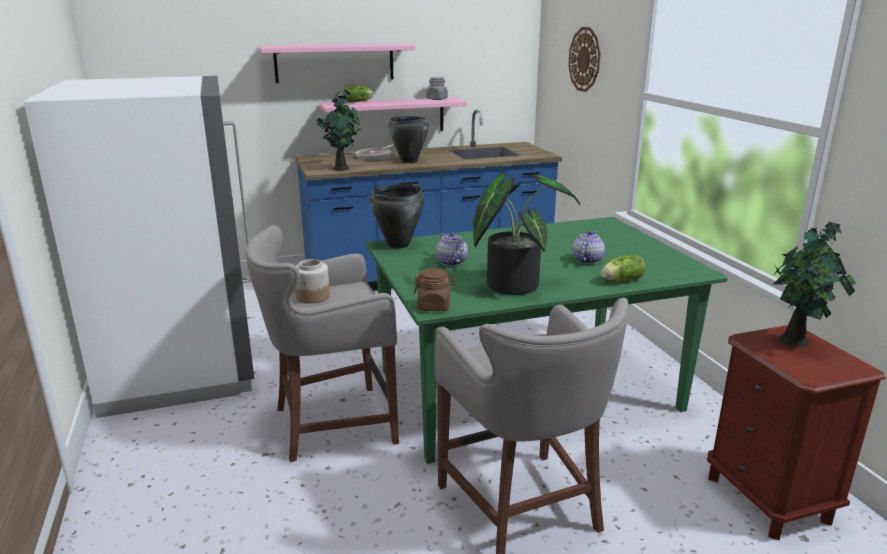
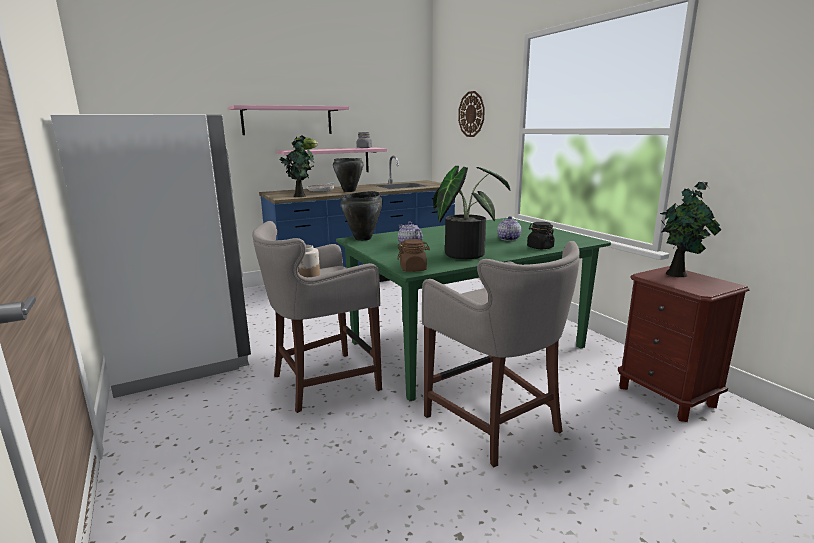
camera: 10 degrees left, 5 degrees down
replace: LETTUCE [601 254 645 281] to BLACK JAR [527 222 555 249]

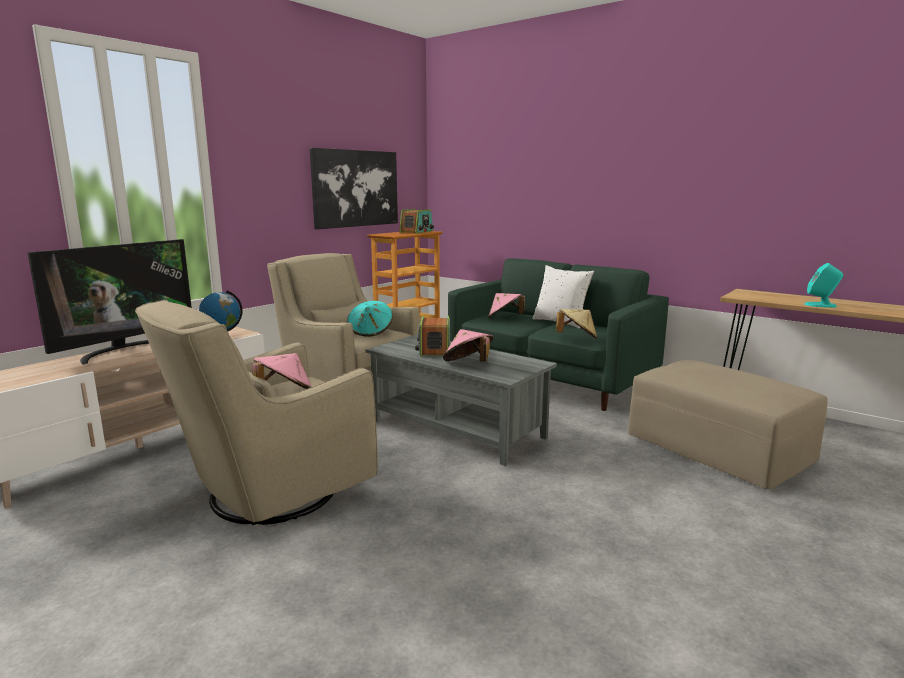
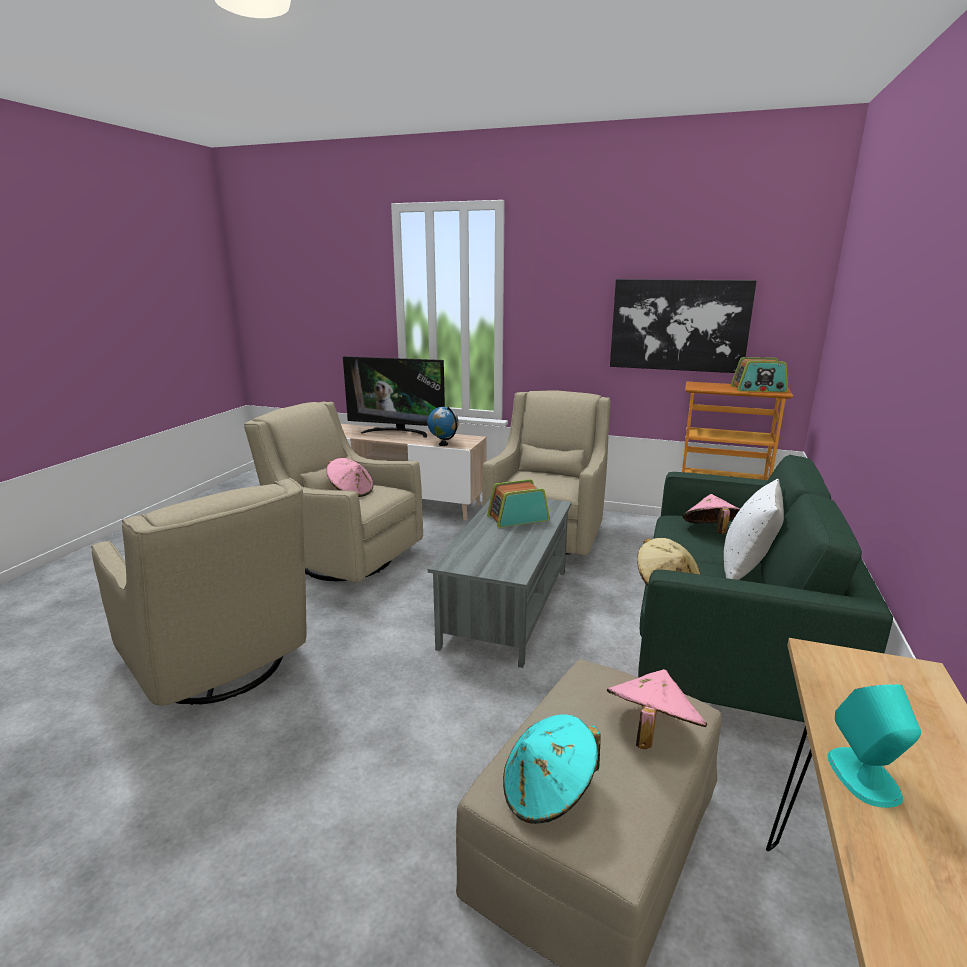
camera: 70 degrees right, 5 degrees up
insert: BEIGE ARMCHAIR [91 478 307 706]
move: TURQUOISE HAT [347 301 393 337] to [503 714 601 824]; PINK HAT [443 329 493 362] to [607 669 707 749]

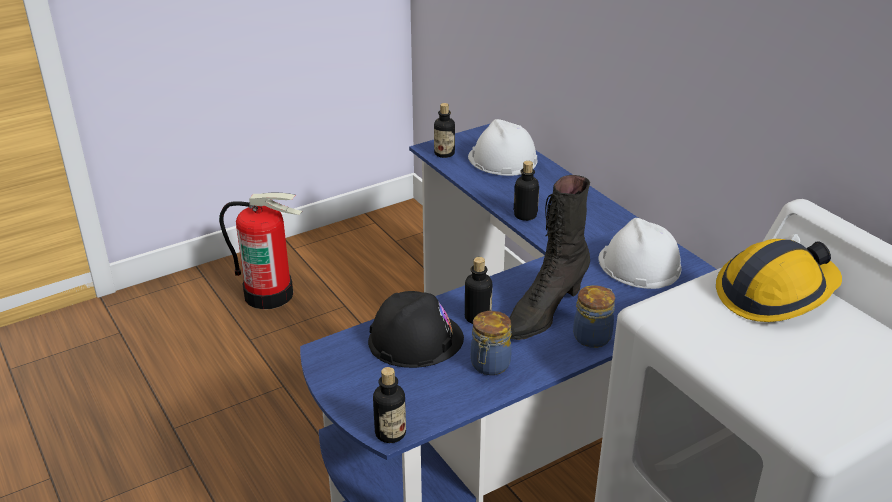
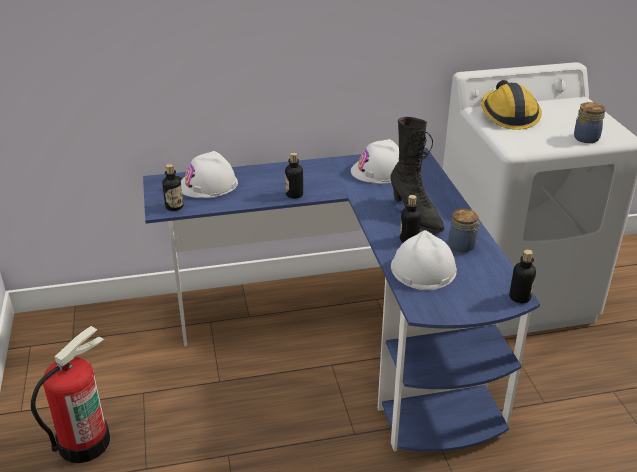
camera: 70 degrees left, 0 degrees up
move: JAR [573 285 615 348] to [574 102 606 143]
recolor: BLACK HARD HAT [368 291 464 368] to WHITE HARD HAT [391 230 457 290]

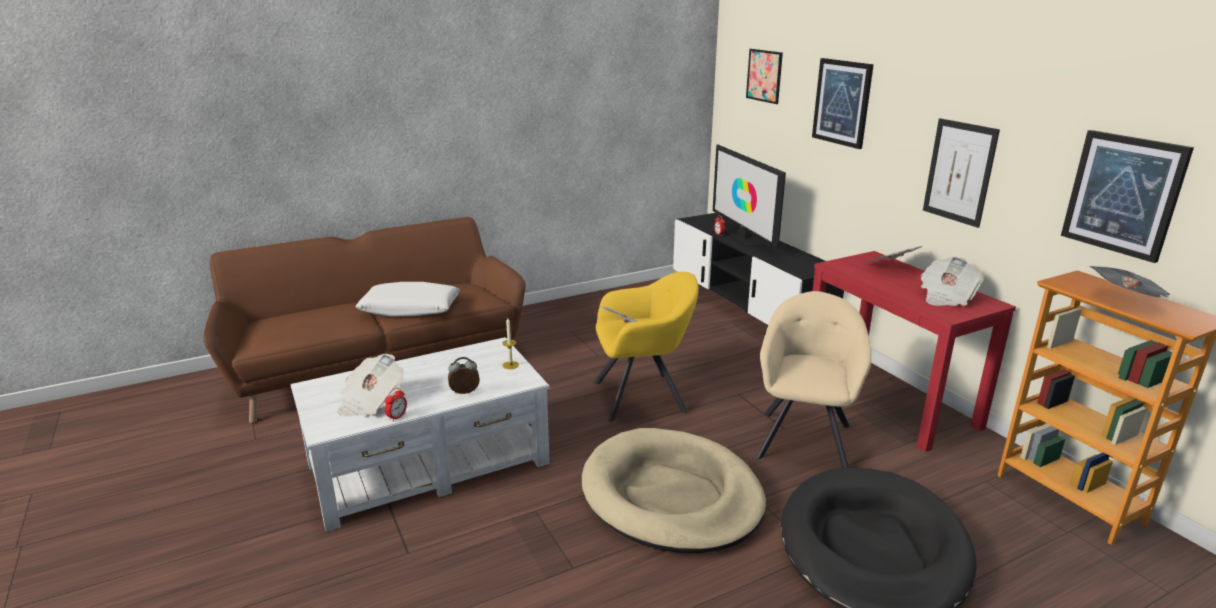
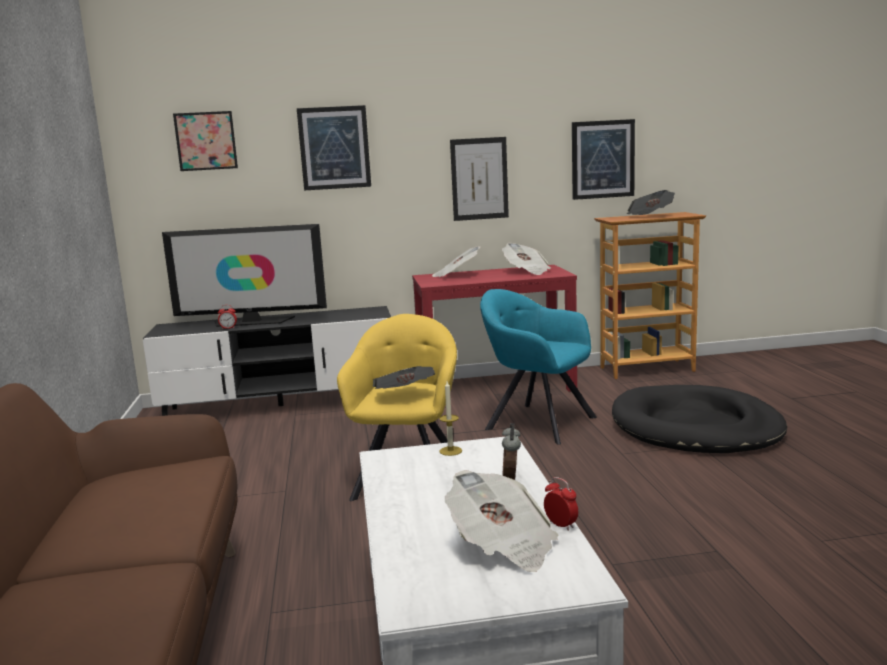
camera: 70 degrees left, 10 degrees down
delete: WHITE PILLOW [355 282 460 317]; BEIGE DOG BED [582 428 766 553]
recolor: BEIGE ARMCHAIR [756 291 871 468] to TURQUOISE ARMCHAIR [480 289 597 445]

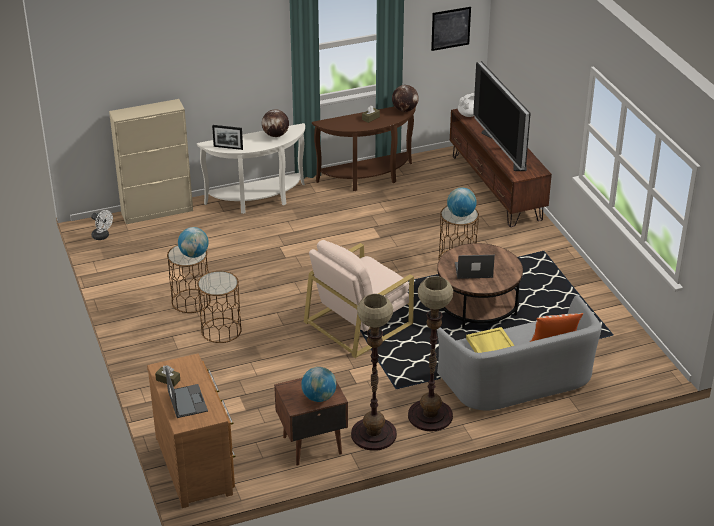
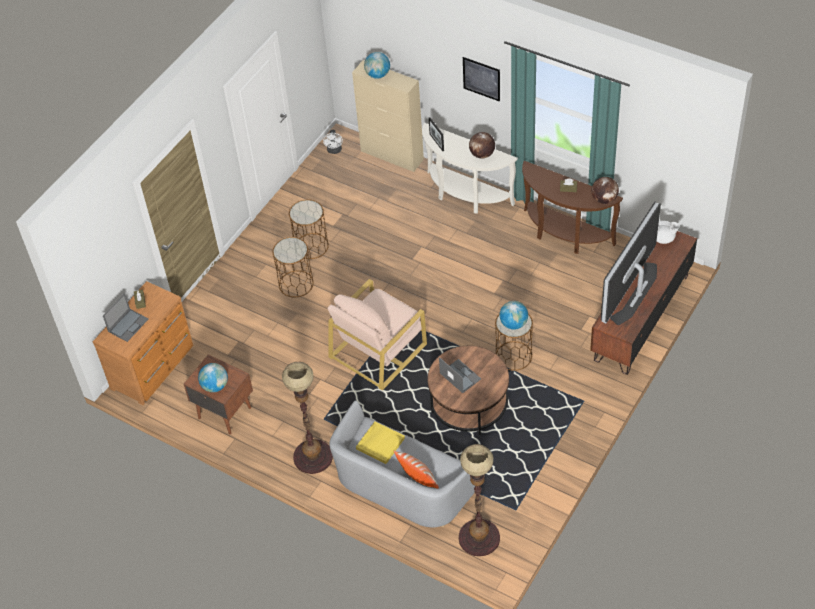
camera: 55 degrees right, 15 degrees up
move: GLOBE [178 227 209 258] to [364 52 390 79]; FLOOR LAMP [351 294 397 451] to [459 444 500 556]; PICTURE [431 7 471 51] to [463 57 500 102]
rotate: BEIGE ARMCHAIR [304 240 414 358] = [328 279 427 391] 60 degrees counterclockwise

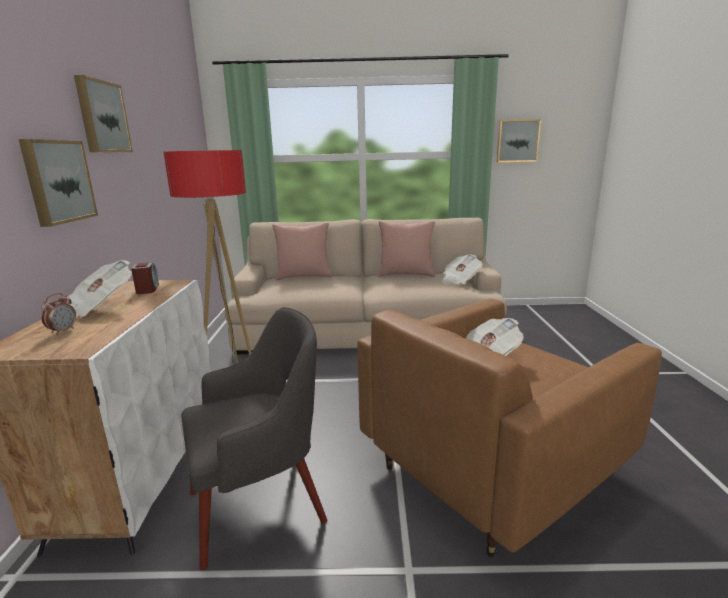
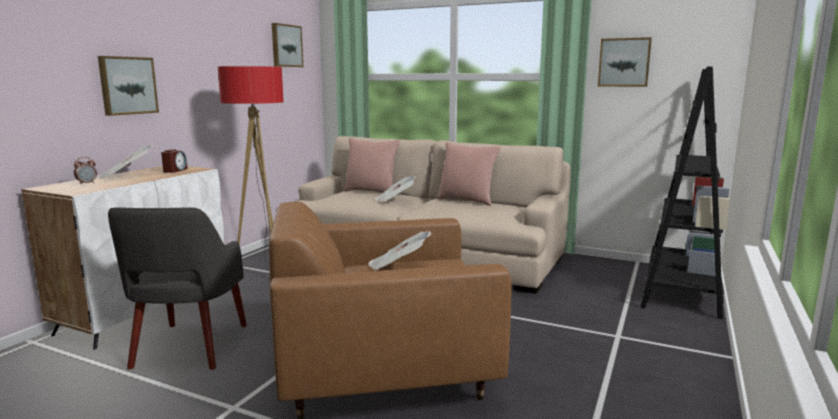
camera: 25 degrees right, 5 degrees down
insert: BLACK BOOKCASE [641 66 730 319]
move: PICTURE [74 75 133 152] to [272 23 303 67]; NEWSPAPER [442 254 482 284] to [374 176 416 202]
rotate: GREY ARMCHAIR [181 307 327 570] = [108 207 247 370] 90 degrees clockwise

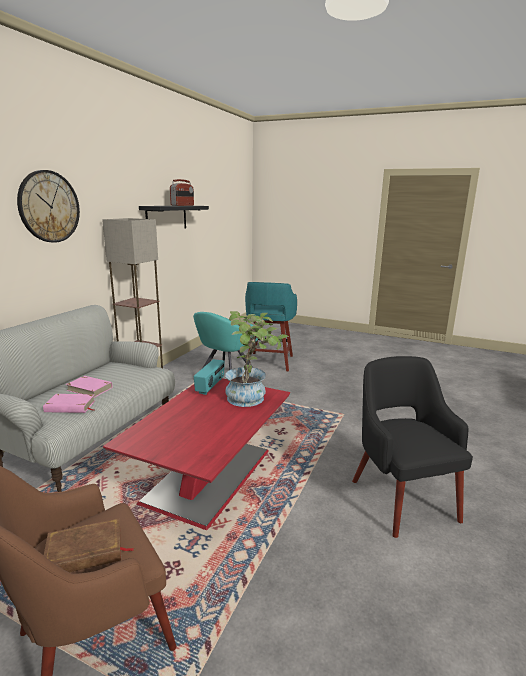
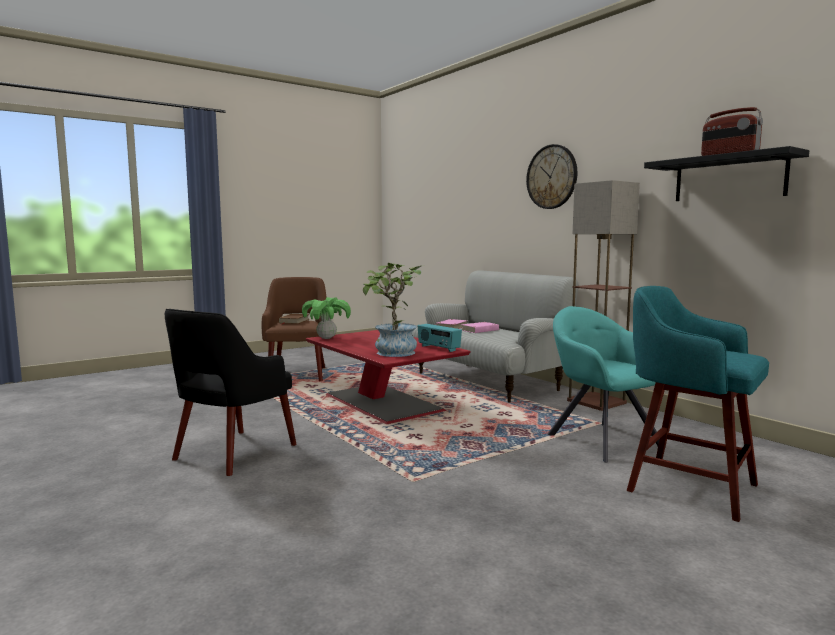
camera: 120 degrees right, 10 degrees down
insert: POTTED PLANT [302 297 351 339]
rotate: BLACK ARMCHAIR [352 356 473 538] = [165 309 297 476] 105 degrees clockwise

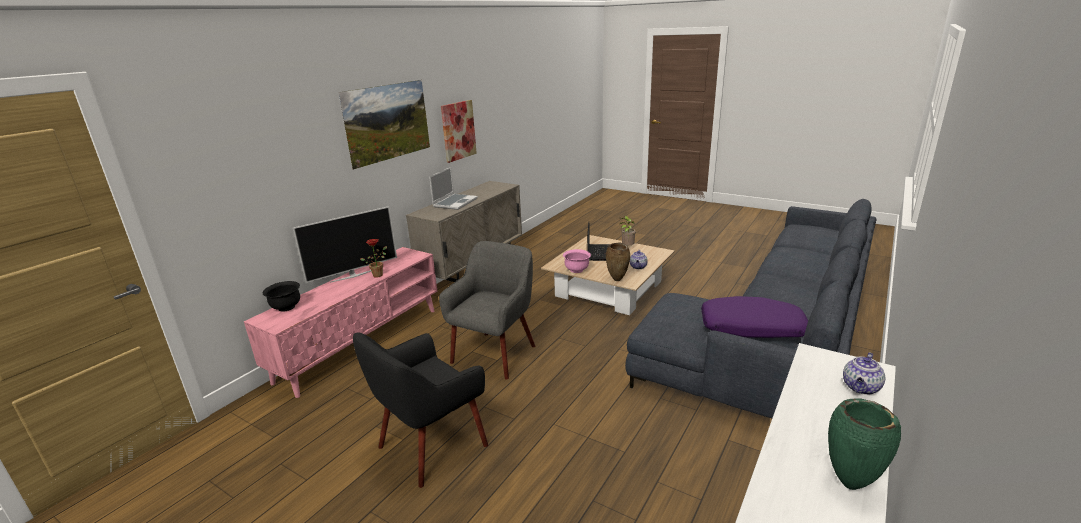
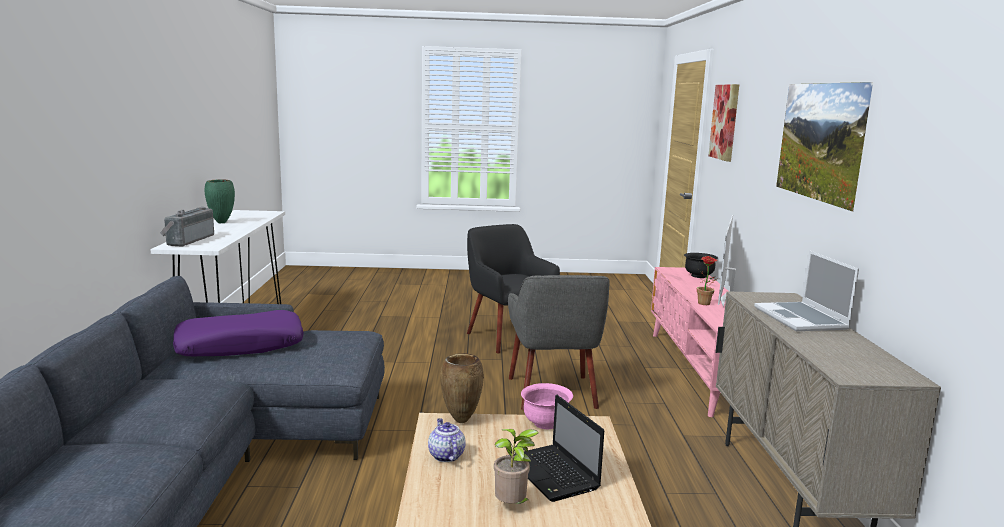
camera: 145 degrees right, 10 degrees down
move: PICTURE [441 100 477 163] to [708 84 739 162]
replace: TEAPOT [843 352 885 395] to RADIO [160 207 214 247]
rotate: BLACK ARMCHAIR [353 332 488 488] = [467 224 560 354] 45 degrees counterclockwise

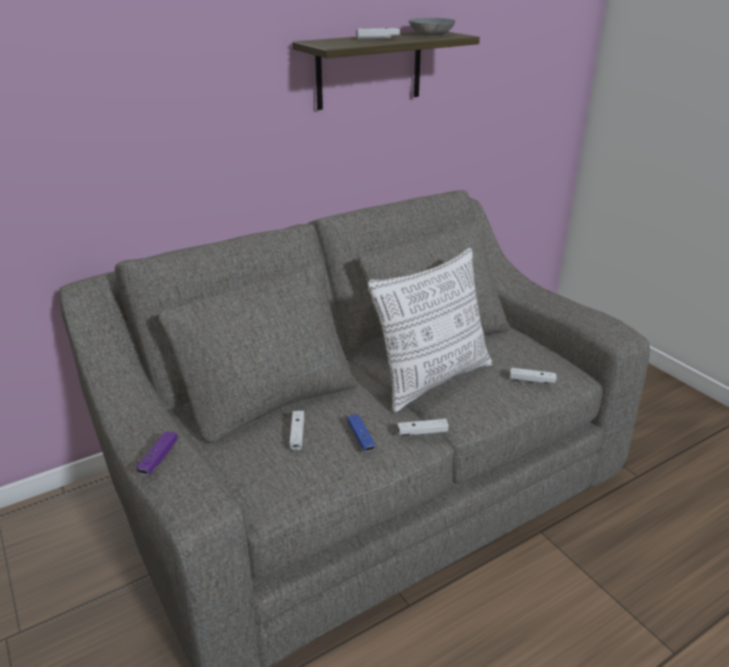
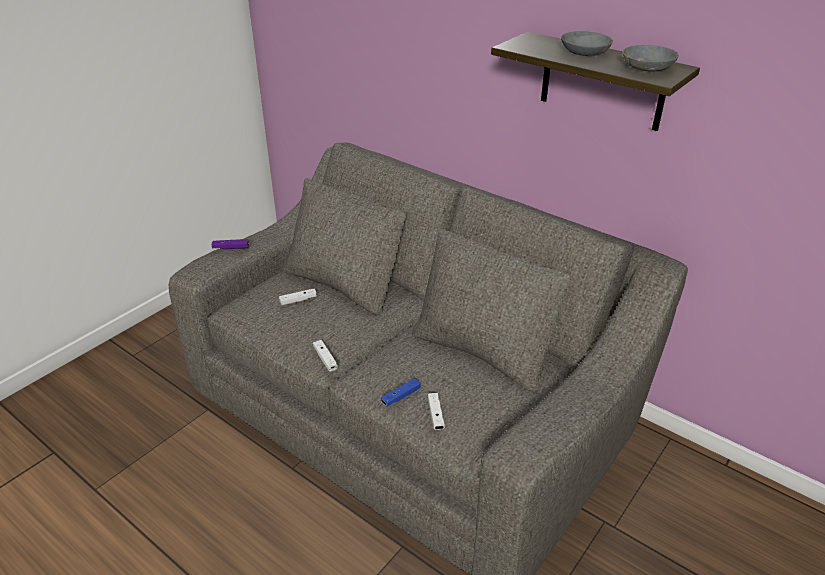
camera: 70 degrees right, 5 degrees up
delete: PILLOW [368 248 492 412]
move: BLUE GAME CONTROLLER [348 414 376 452] to [381 378 421 407]
replace: WHITE GAME CONTROLLER [357 28 400 39] to GREY BOWL [561 31 613 56]

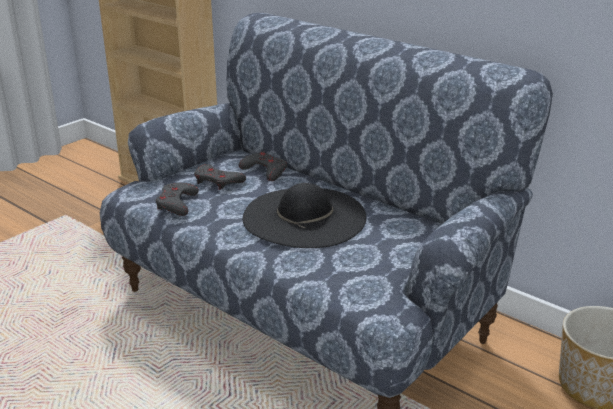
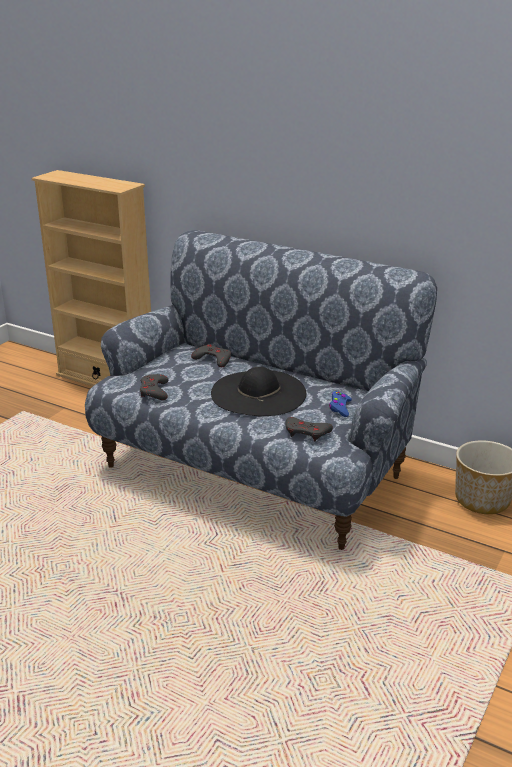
camera: 10 degrees left, 0 degrees up
insert: BLUE GAME CONTROLLER [329 391 352 417]
move: GREY GAME CONTROLLER [194 164 246 190] to [285 417 333 441]

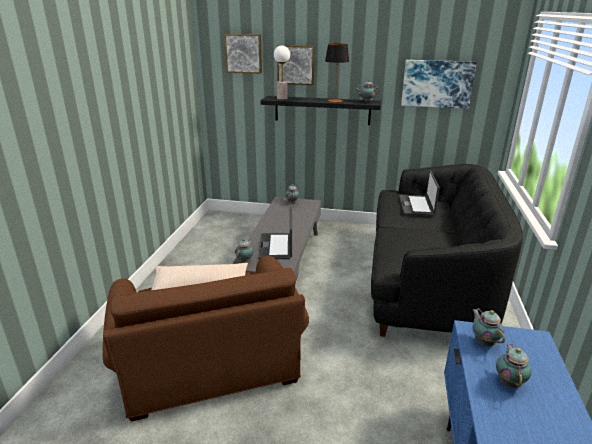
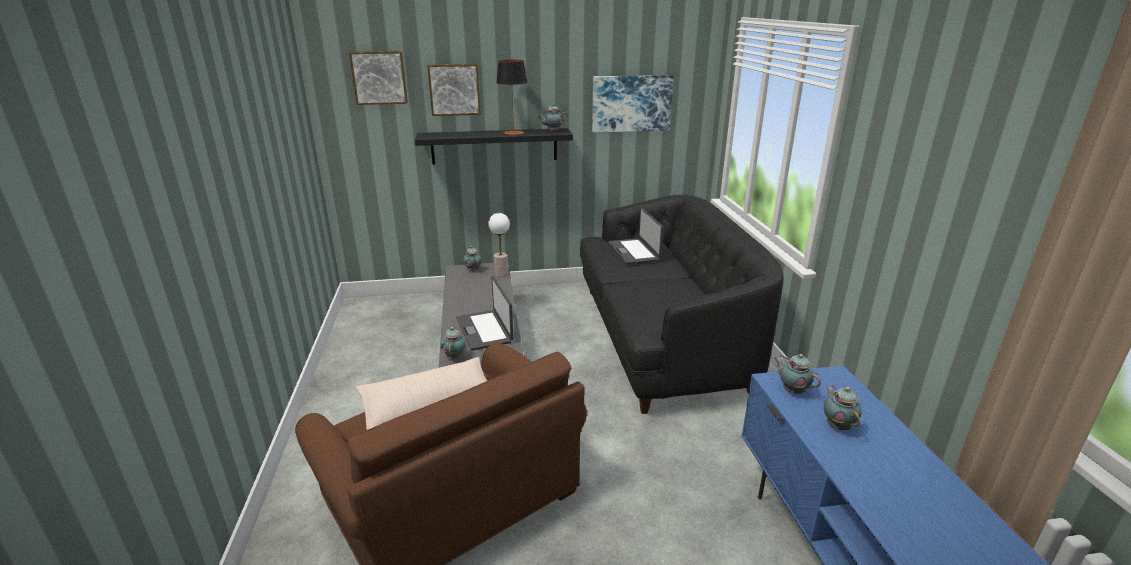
camera: 20 degrees left, 0 degrees up
move: TABLE LAMP [274 45 290 100] to [488 213 510 277]

